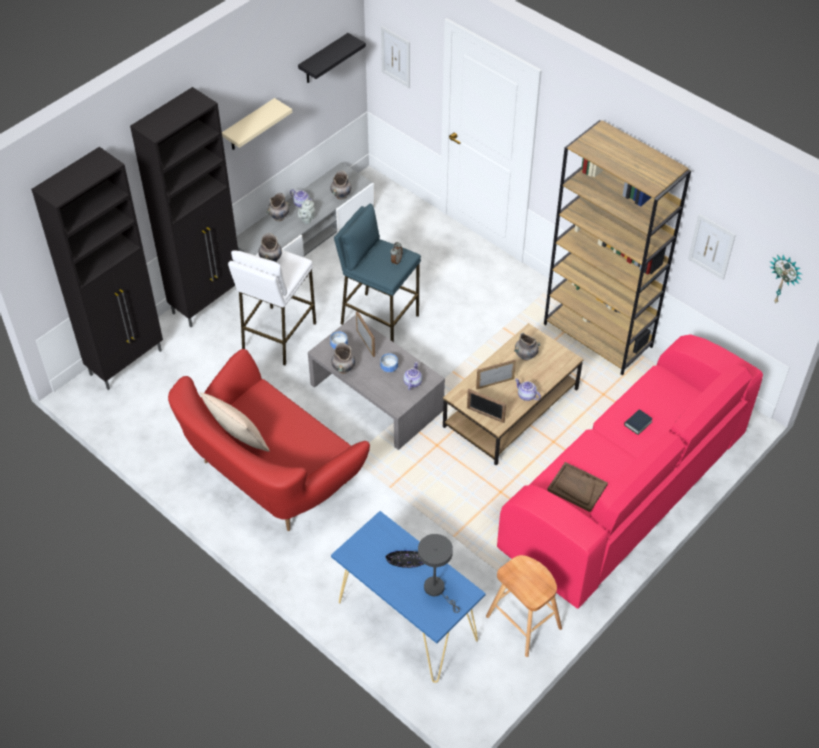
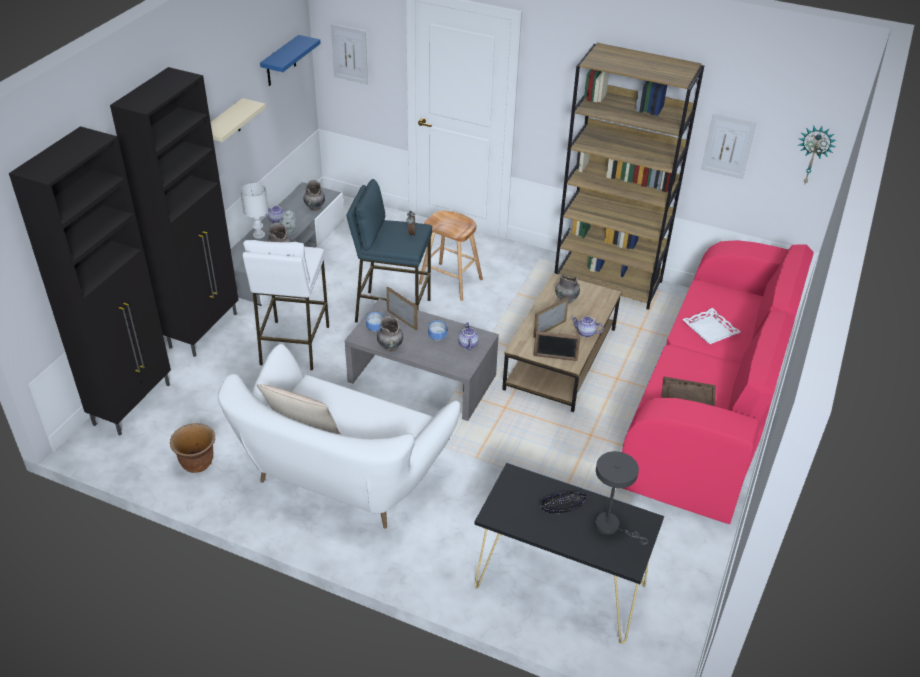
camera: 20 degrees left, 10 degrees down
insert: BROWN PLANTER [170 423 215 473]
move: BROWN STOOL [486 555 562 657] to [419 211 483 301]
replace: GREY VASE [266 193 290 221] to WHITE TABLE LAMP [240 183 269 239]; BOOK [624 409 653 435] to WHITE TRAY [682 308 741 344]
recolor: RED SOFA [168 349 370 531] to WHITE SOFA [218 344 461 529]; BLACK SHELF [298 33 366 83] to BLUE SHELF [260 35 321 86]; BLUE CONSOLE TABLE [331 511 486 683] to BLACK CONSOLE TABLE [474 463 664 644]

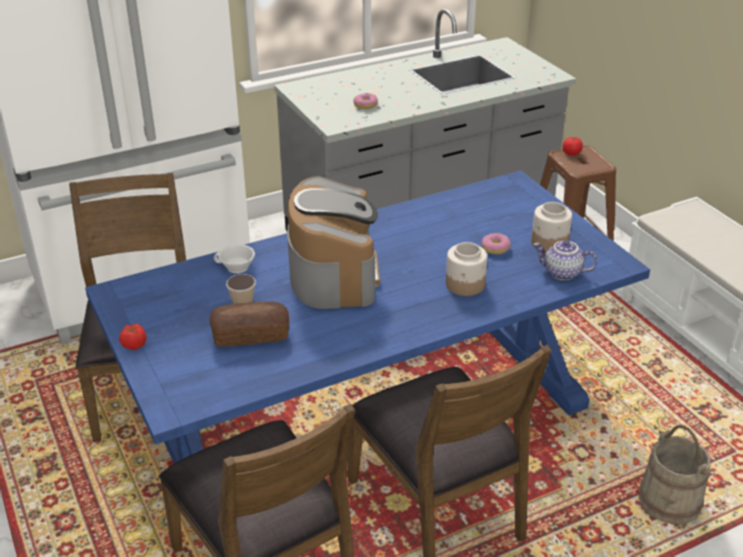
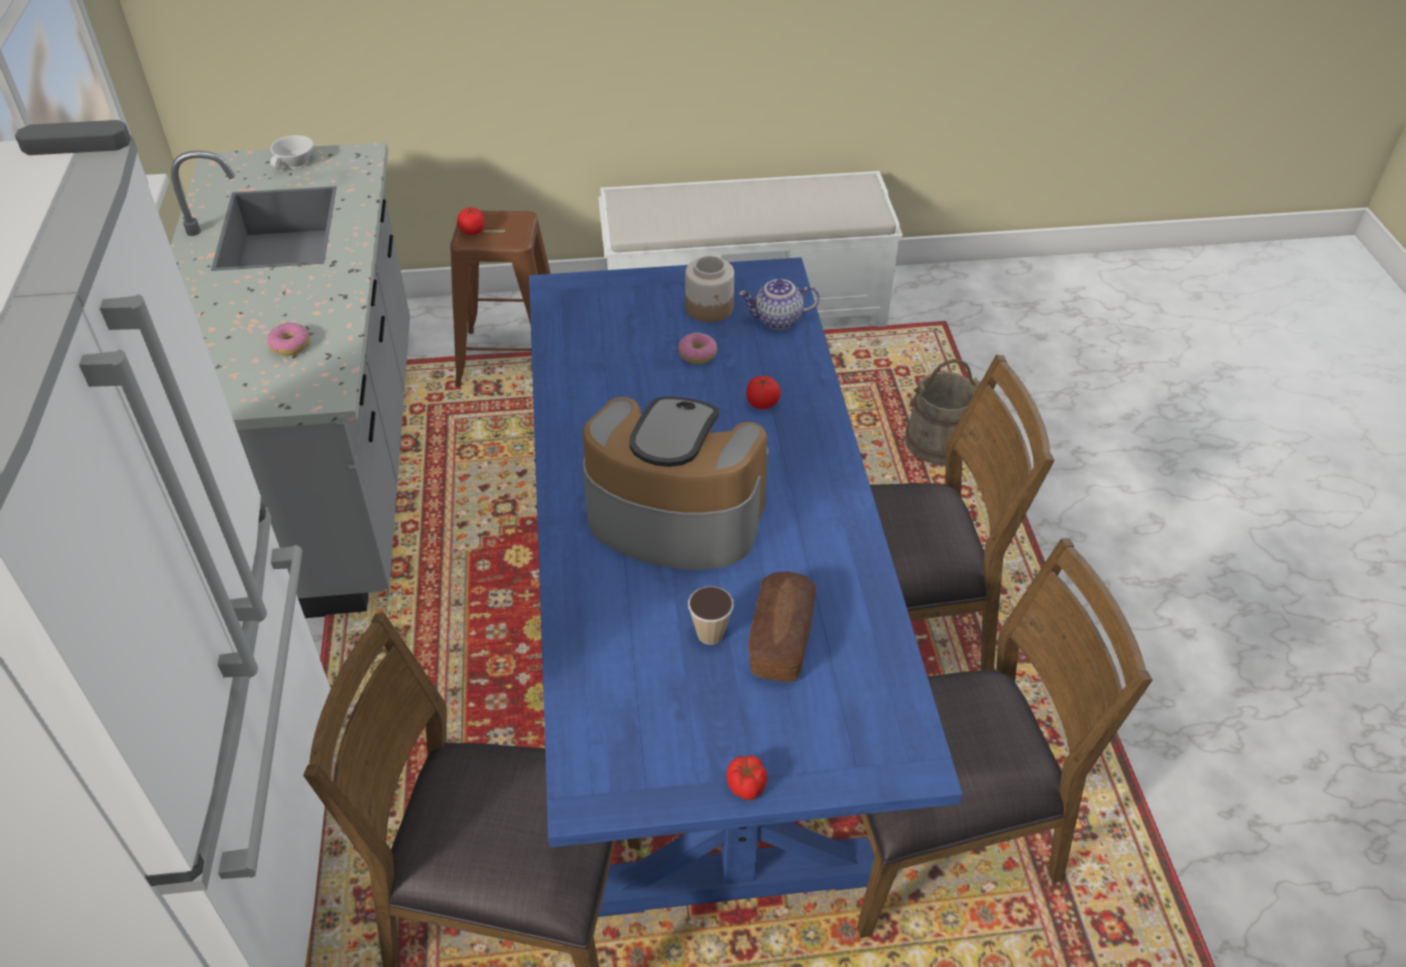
camera: 70 degrees left, 10 degrees up
move: WHITE CUP [214 244 255 273] to [270 135 314 169]
replace: JAR [446 242 487 296] to TOMATO [746 376 781 409]
rotate: TEAPOT [534 240 597 280] = [739 279 819 330] 45 degrees clockwise

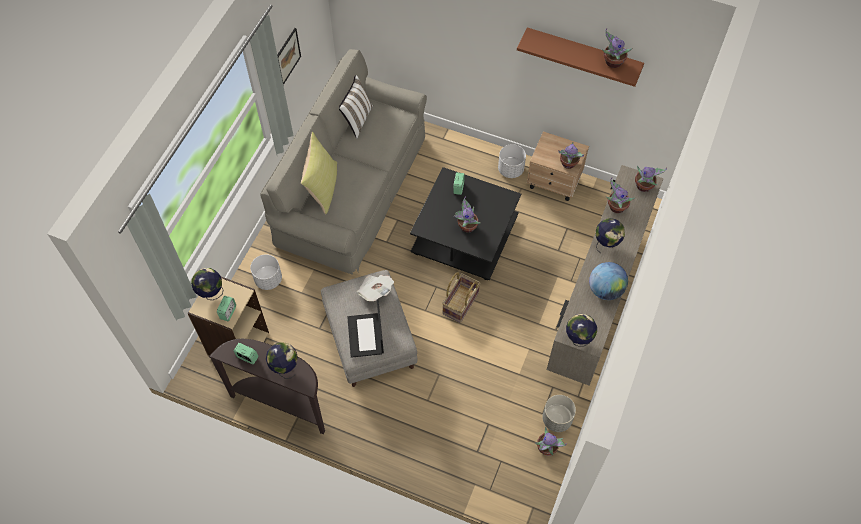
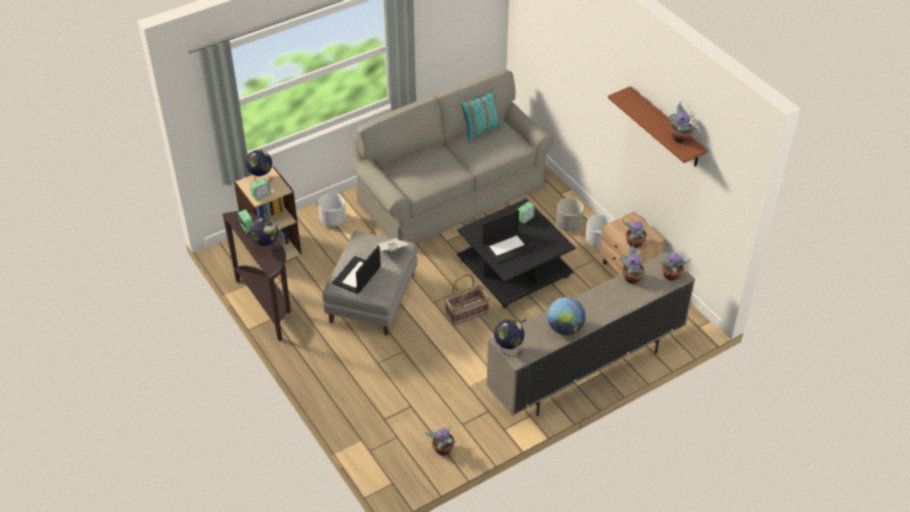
camera: 35 degrees right, 15 degrees down
delete: PICTURE [277 28 301 85]; YELLOW PILLOW [301 132 337 214]; GLOBE [595 218 625 253]
move: GREY PLANTER [542 395 576 432] to [556 198 584 231]
replace: POTTED PLANT [454 196 481 233] to LAPTOP [482 210 533 264]
recolor: WHITE PILLOW [339 75 373 139] to TURQUOISE PILLOW [461 88 503 142]

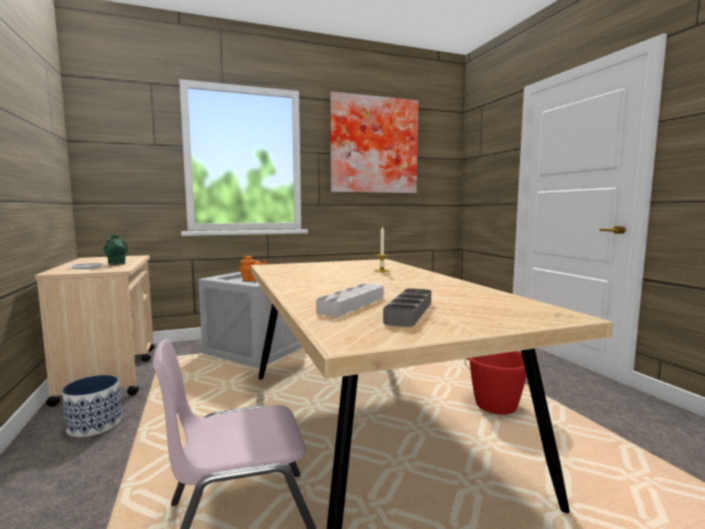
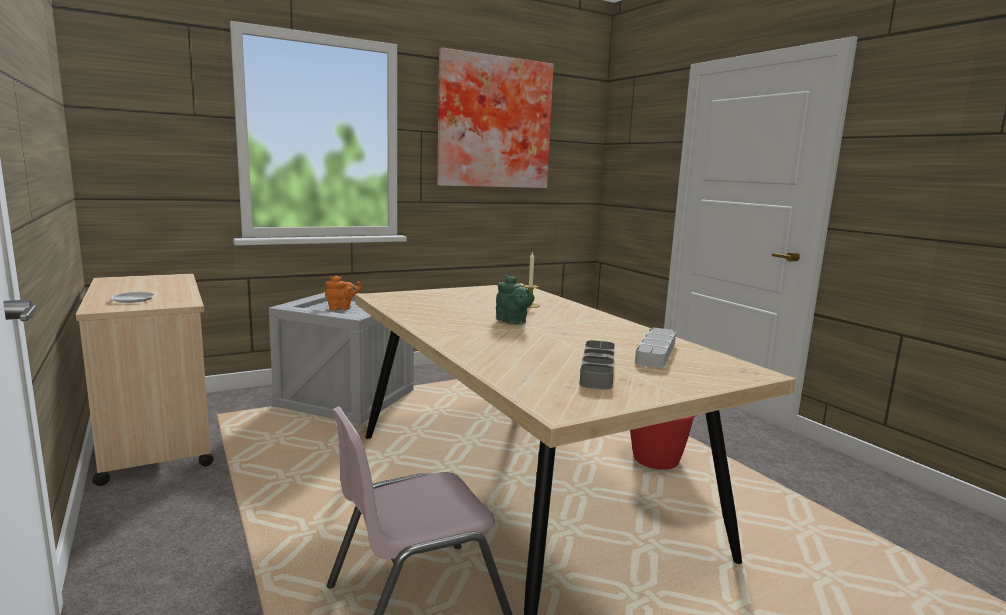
camera: 10 degrees left, 5 degrees up
delete: PLANTER [62 375 122 437]
move: GREEN TEAPOT [103 234 128 265] to [496 275 534 324]; GREY TRAY [316 284 384 316] to [635 328 676 368]

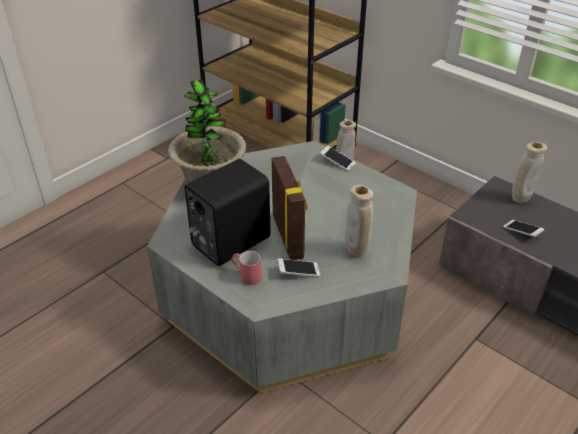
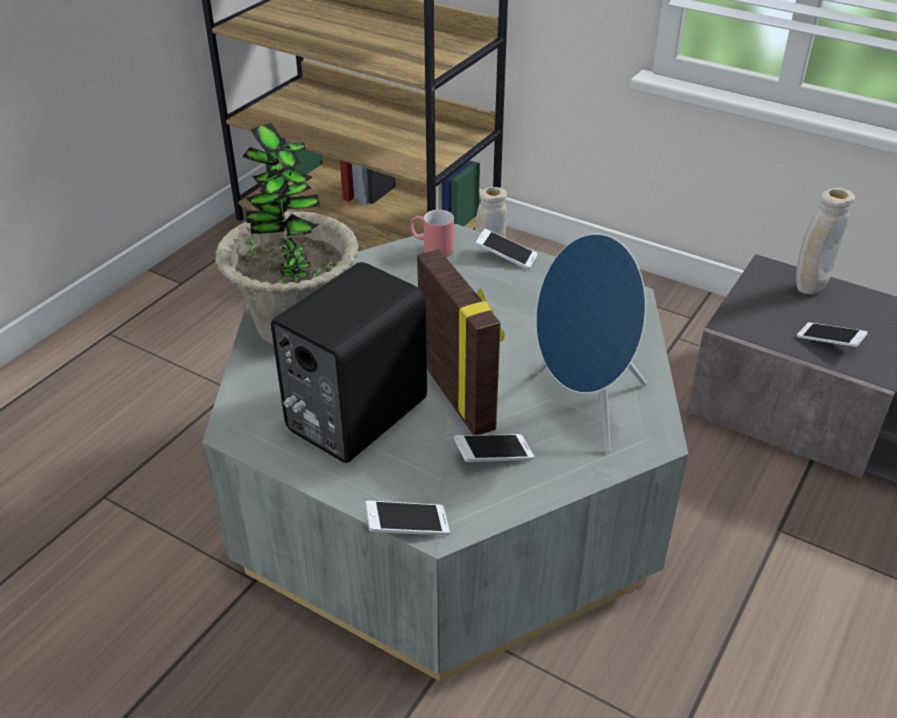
camera: 10 degrees left, 0 degrees up
insert: PHONE [365 500 450 535]
move: RED MUG [231 251 262 285] to [410 210 454 257]
replace: BEIGE VASE [345 185 373 257] to BLUE SPEAKER [536 233 647 453]

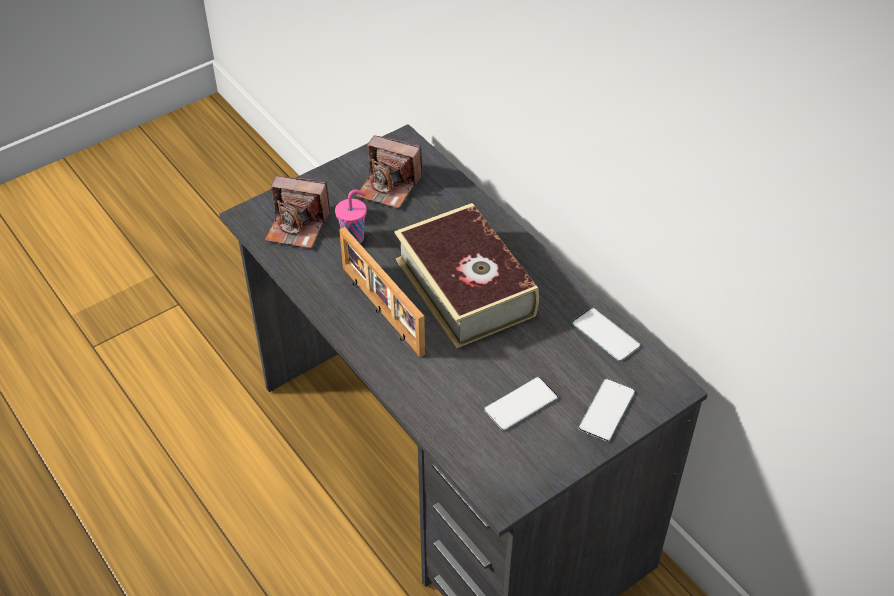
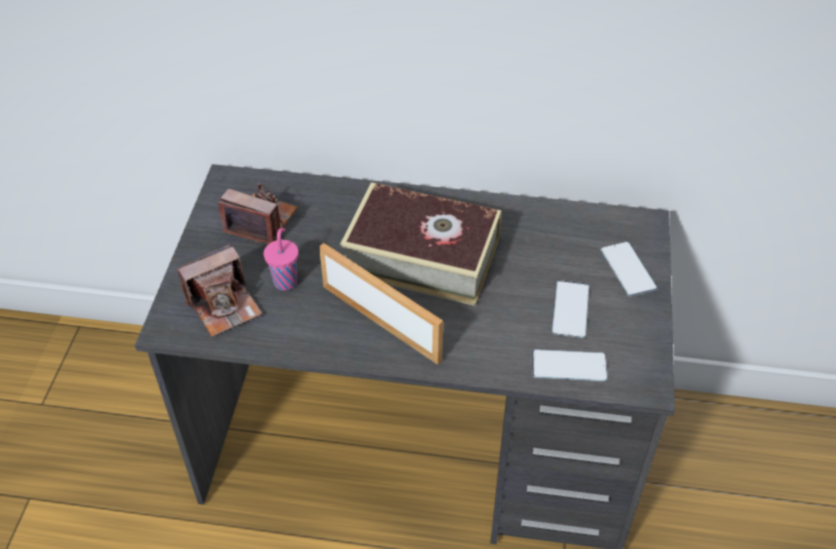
camera: 45 degrees left, 0 degrees up
move: PHONE [572 307 641 361] to [532 349 608 381]
rotate: PICTURE FRAME [339 227 425 357] = [319 243 443 365] 150 degrees counterclockwise; PHOTO CAMERA [356 135 423 209] = [218 183 298 244] 135 degrees counterclockwise

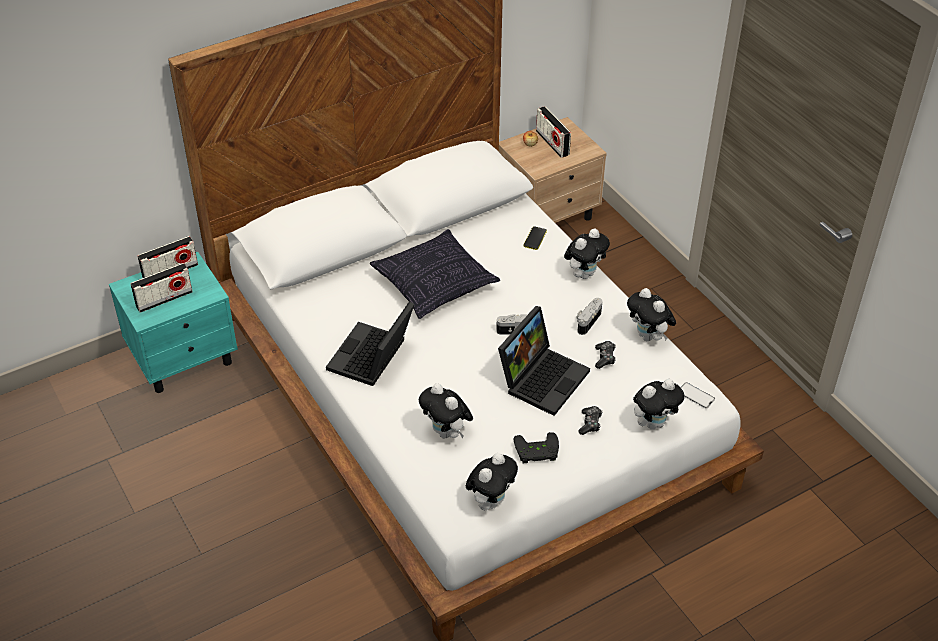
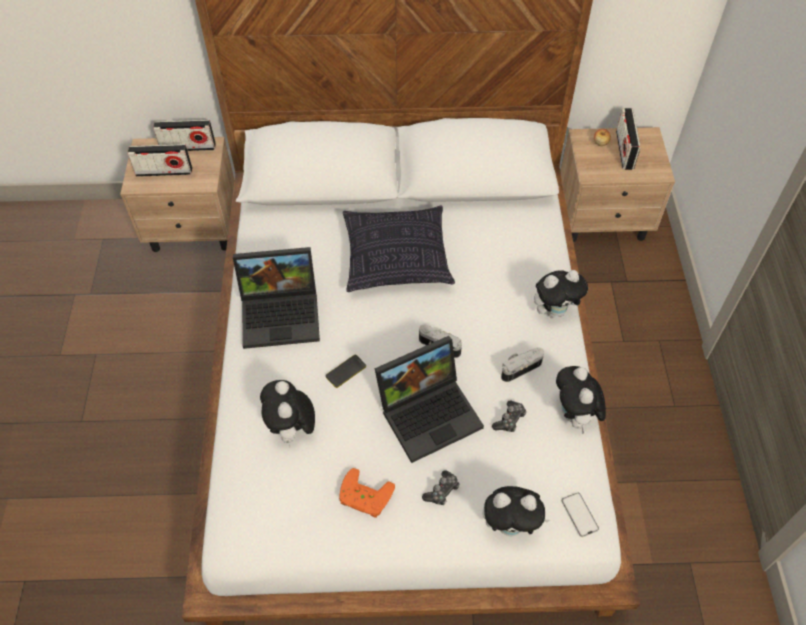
camera: 30 degrees right, 10 degrees up
delete: PLUSH TOY [466 453 518 510]
move: PHONE [524 226 547 250] to [326 355 366 388]
recolor: TURQUOISE NIGHTSTAND [109 252 238 393] to BEIGE NIGHTSTAND [120 137 235 252]; BLACK GAME CONTROLLER [514 432 559 463] to ORANGE GAME CONTROLLER [339 468 395 518]
rotate: LAPTOP [326 301 415 386] = [233 247 320 349] 150 degrees counterclockwise

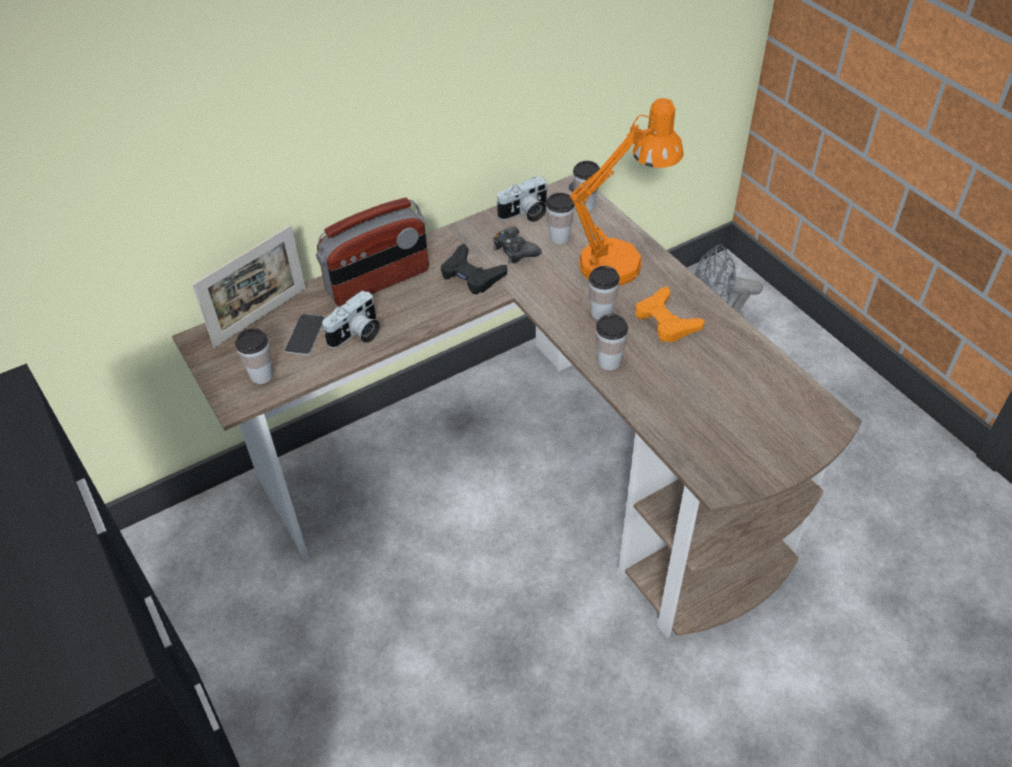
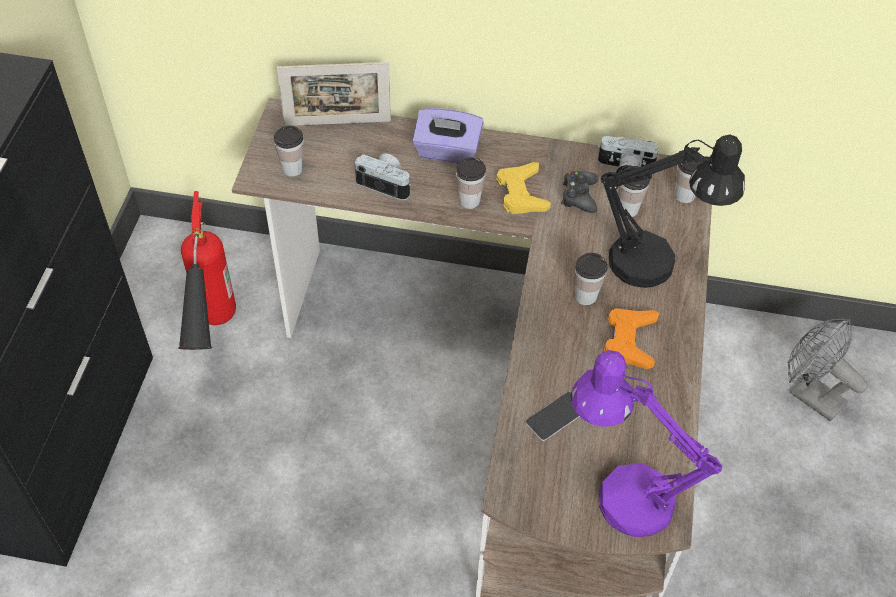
camera: 40 degrees right, 5 degrees up
insert: FIRE EXTINGUISHER [178 191 236 350]; PURPLE TABLE LAMP [571 350 722 537]
move: PHONE [285 314 325 355] to [525 391 580 441]; CUP [596 314 628 370] to [456 157 486 209]
replace: RADIO [316 198 429 306] to PURPLE TISSUE BOX [412 108 483 164]
recolor: BLACK GAME CONTROLLER [441 244 507 294] to YELLOW GAME CONTROLLER [497 162 551 214]; ORANGE TABLE LAMP [570 98 684 286] to BLACK TABLE LAMP [601 134 745 288]
rotate: PHOTO CAMERA [322 291 380 348] = [354 153 411 200] 150 degrees counterclockwise

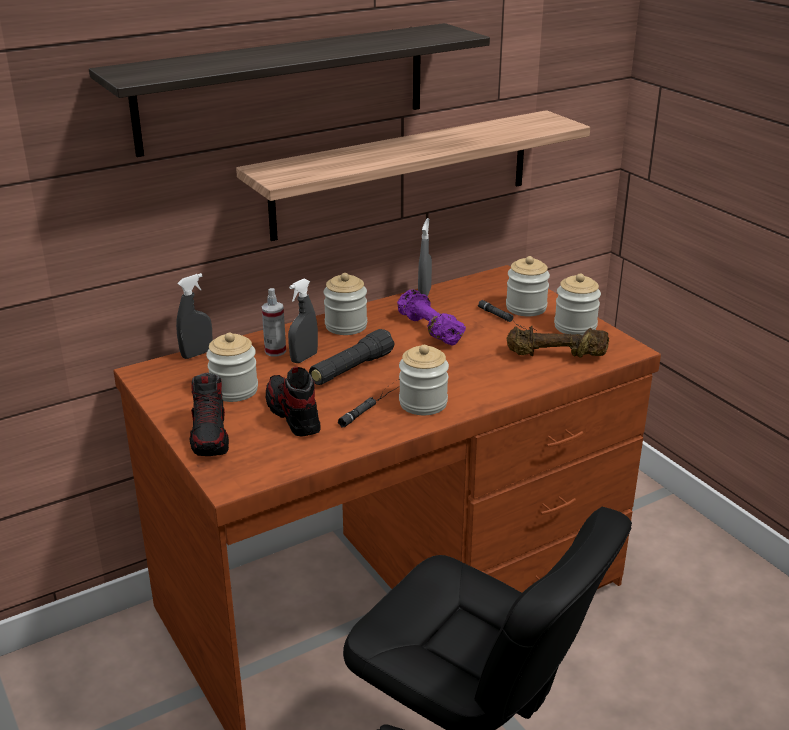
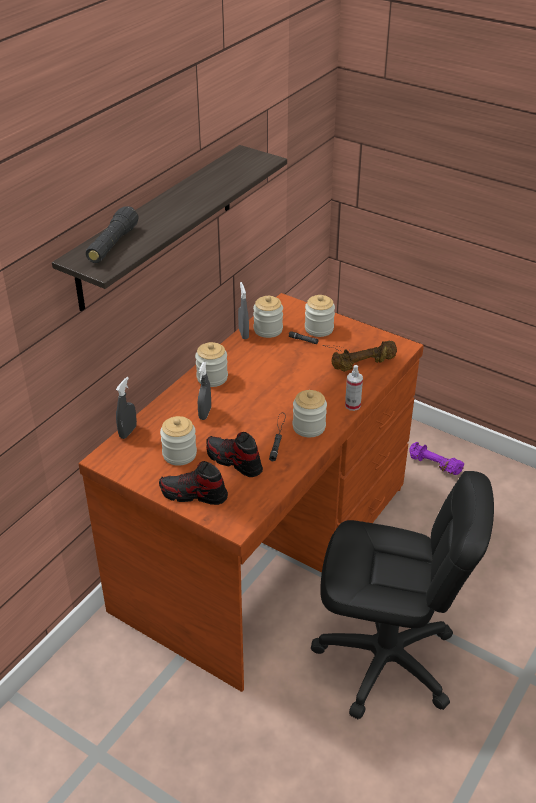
camera: 25 degrees left, 10 degrees up
delete: SHELF [236 110 590 241]
move: SPRAY BOTTLE [262 288 286 356] to [345 365 363 411]; BLACK FLASHLIGHT [309 329 394 385] to [86 206 139 263]; PURPLE DUMBBELL [397 290 466 346] to [409 442 464 475]; JAR [554 274 601 335] to [253 296 283 338]
rotate: SHOE [190 373 229 456] = [159 461 228 505] 135 degrees clockwise

